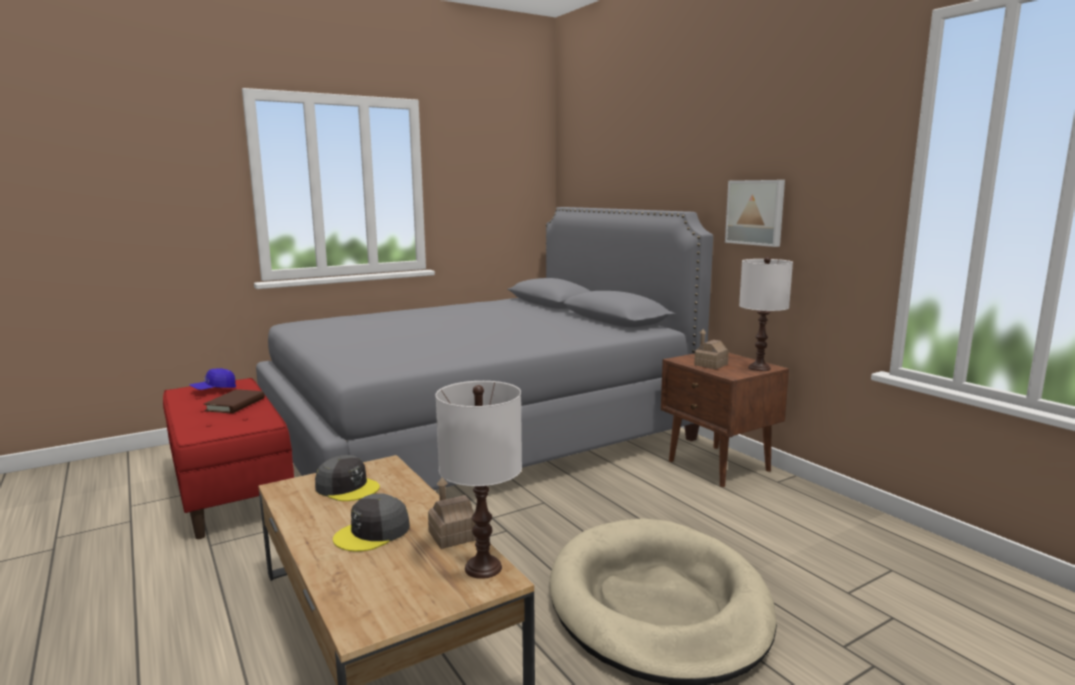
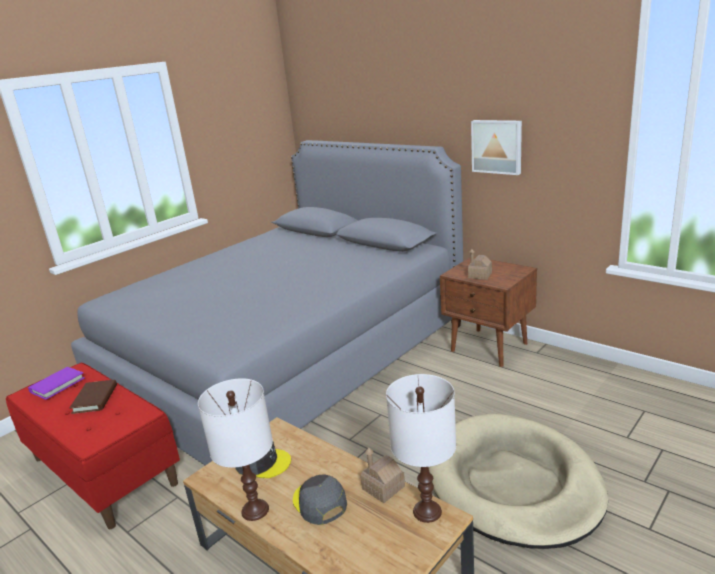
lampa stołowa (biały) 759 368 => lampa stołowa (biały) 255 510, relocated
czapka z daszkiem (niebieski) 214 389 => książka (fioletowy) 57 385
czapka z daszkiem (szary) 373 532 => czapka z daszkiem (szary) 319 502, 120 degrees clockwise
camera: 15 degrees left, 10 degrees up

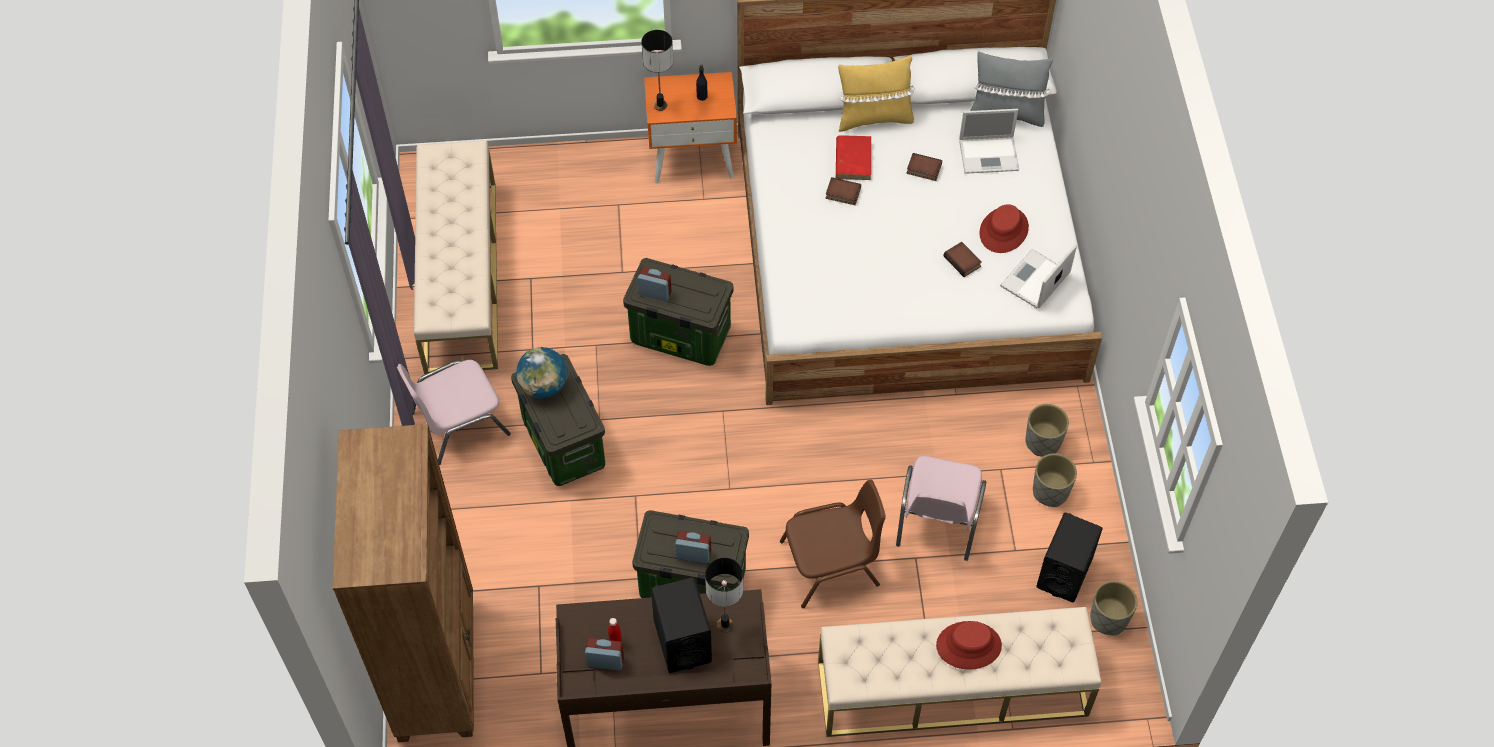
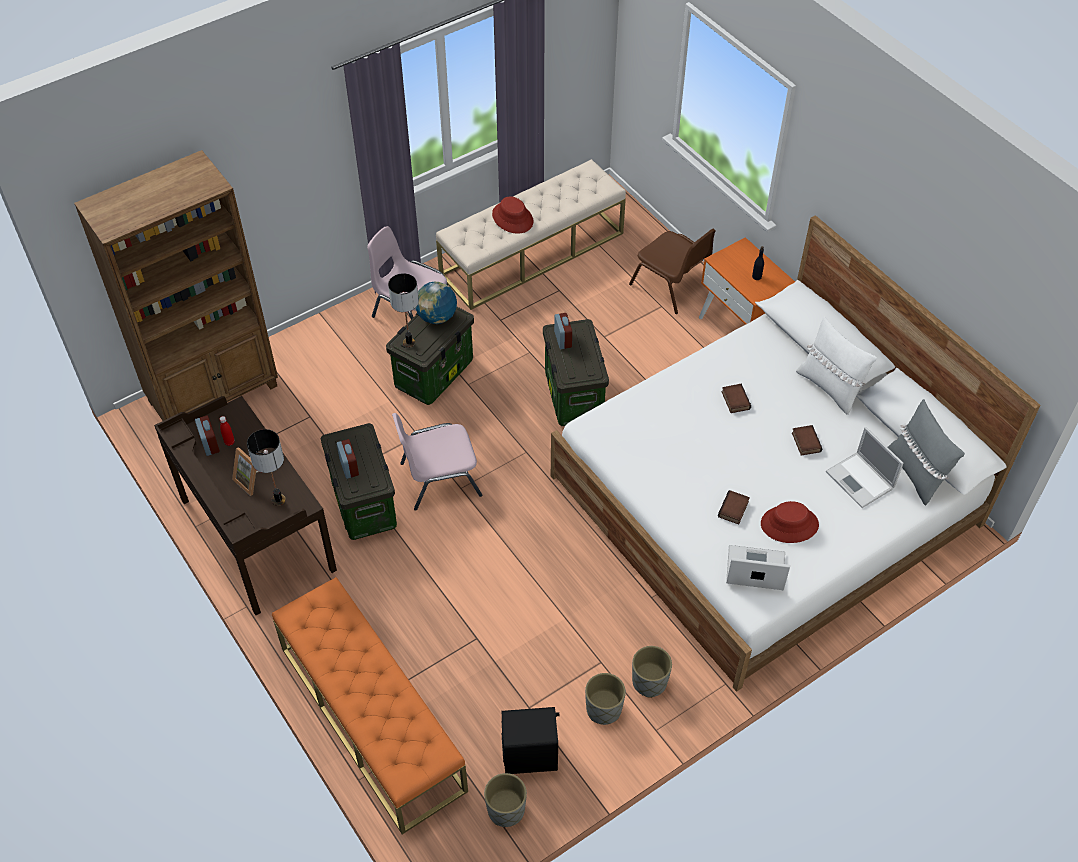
książka (czerwony) 853 159 => nothing
lampa stołowa 660 105 => lampa stołowa 409 343, relocated
krzesło (brązowy) 831 564 => krzesło (brązowy) 671 285, relocated
krzesło (różowy) 937 520 => krzesło (różowy) 439 478, relocated
kapelusz (czerwony) 968 645 => kapelusz (czerwony) 513 218, relocated
głośnik (czarny) 682 641 => ramka na zdjęcie 251 480
ławka (beżowy) 951 688 => ławka (pomarańczowy) 371 718
poduszka (żółty) 874 118 => poduszka (biały) 829 387
camera: 60 degrees right, 5 degrees down

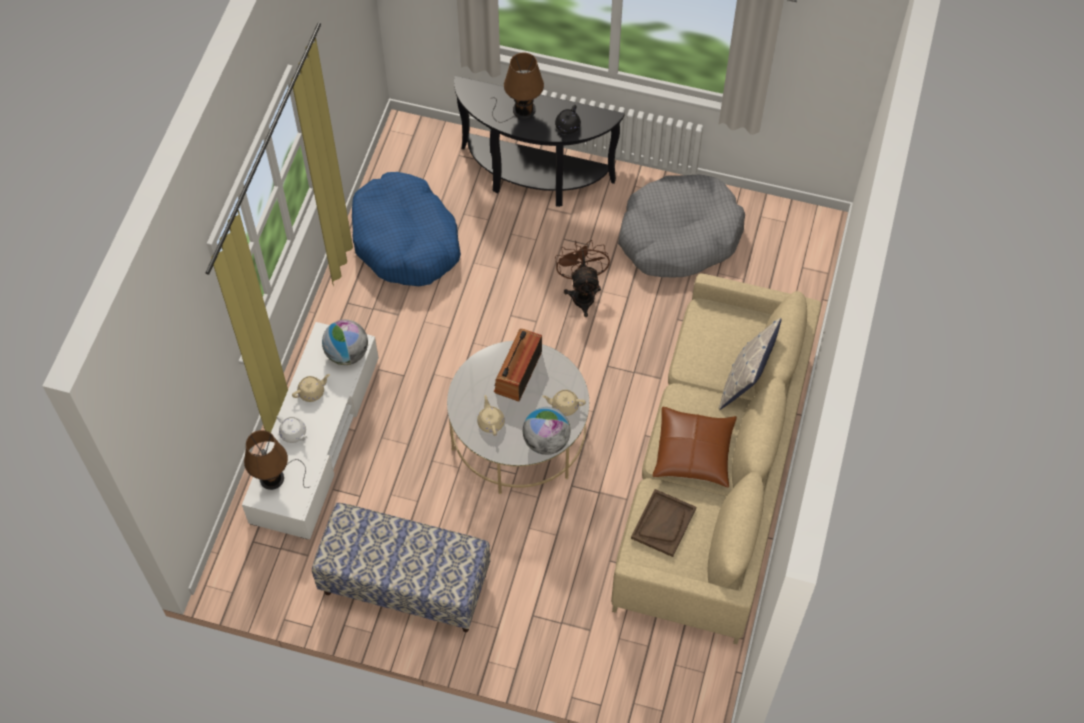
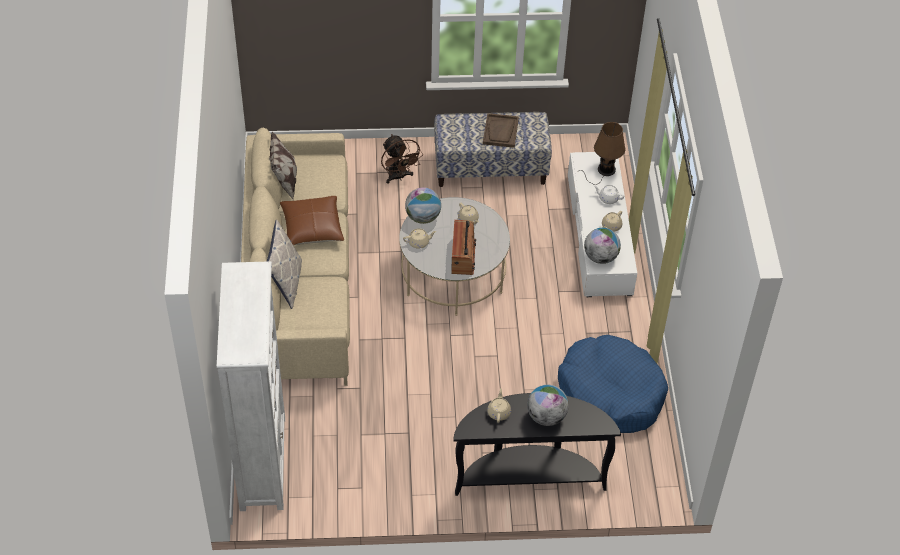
legowisko (szary) 679 236 => nothing
nothing => regał (biały) 263 462
nothing => poduszka 284 183
wentylator (brązowy) 582 293 => wentylator (brązowy) 399 177, relocated
taca (brązowy) 663 523 => taca (brązowy) 500 131, relocated
lampa stołowa (brązowy) 521 110 => globus 546 416
imbryk (czarny) 567 127 => imbryk (beżowy) 499 412
camera: 160 degrees right, 10 degrees down

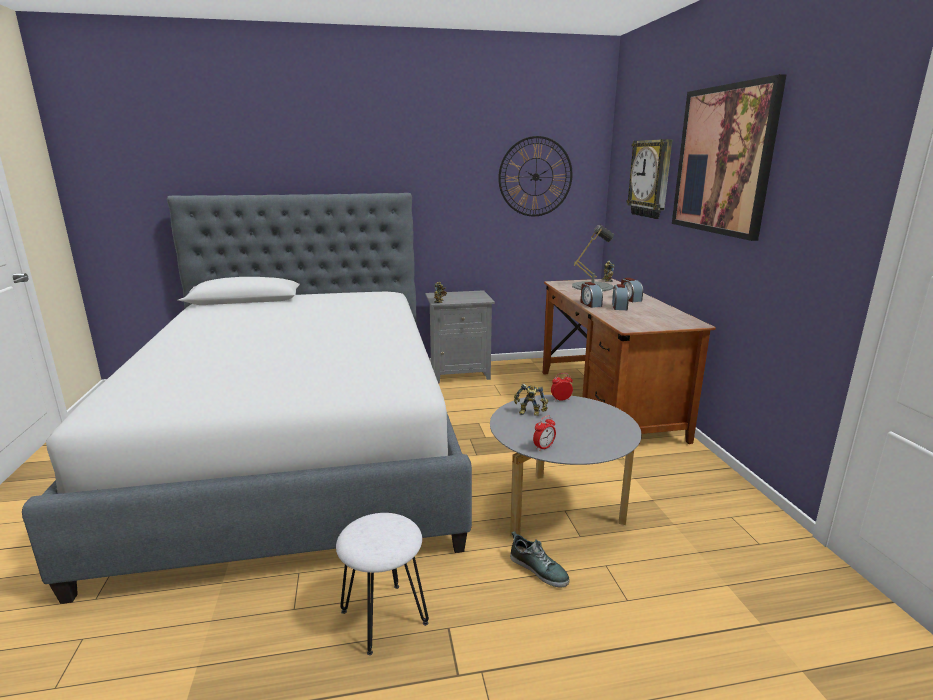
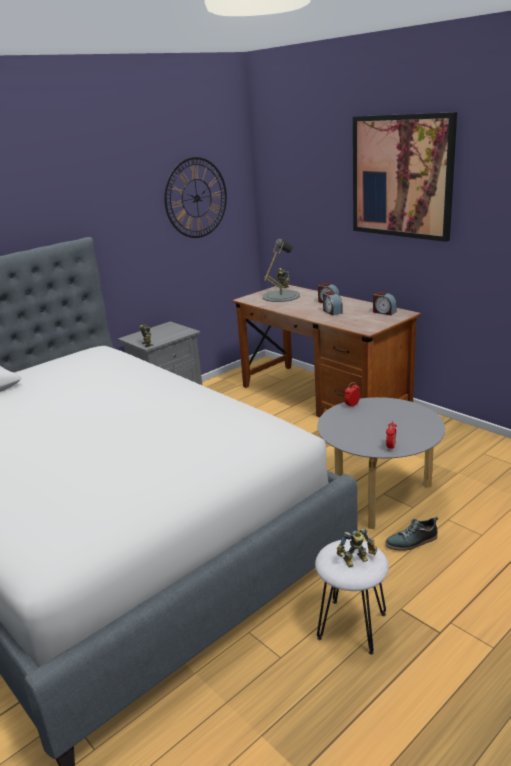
zegar ścienny 651 179 => nothing
robot zabawkowy 530 413 => robot zabawkowy 357 561, relocated
budzik 590 304 => budzik 384 312, relocated
but 539 569 => but 412 541, 150 degrees clockwise
camera: 30 degrees left, 5 degrees up

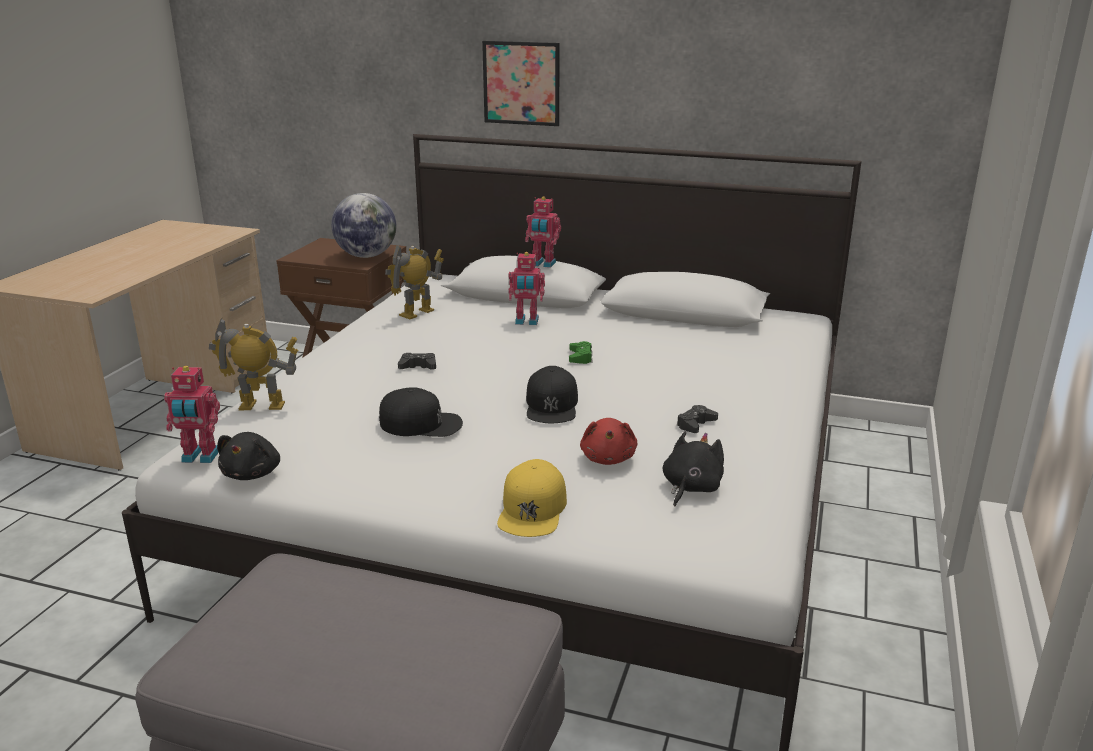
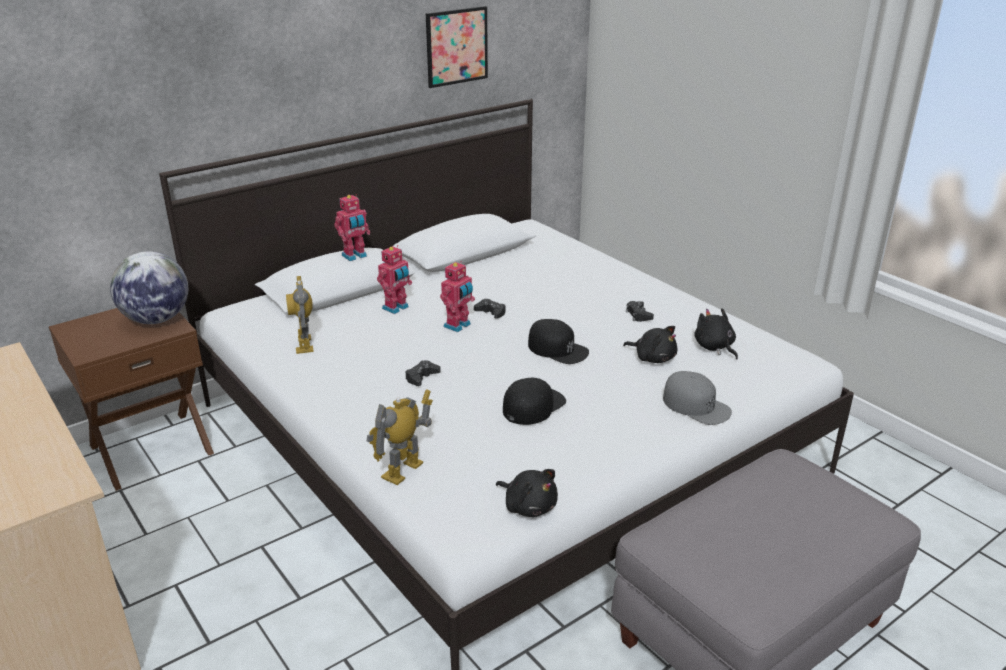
robot zabawkowy 200 457 => robot zabawkowy 458 326, relocated
obraz 521 83 => obraz 456 46, relocated
czapka z daszkiem (żółty) 532 509 => czapka z daszkiem (szary) 696 405
pad do gier (zielony) 580 357 => pad do gier (czarny) 491 312
pluszak (czerwony) 608 458 => pluszak (czarny) 653 358
camera: 55 degrees left, 5 degrees up

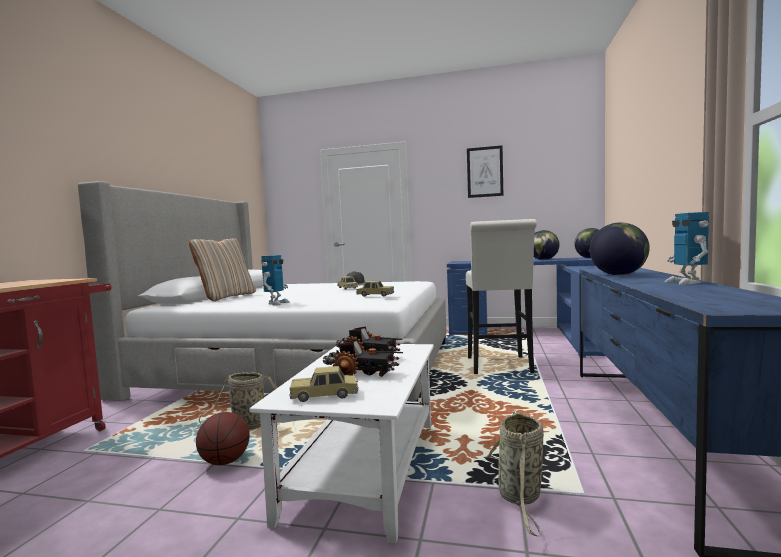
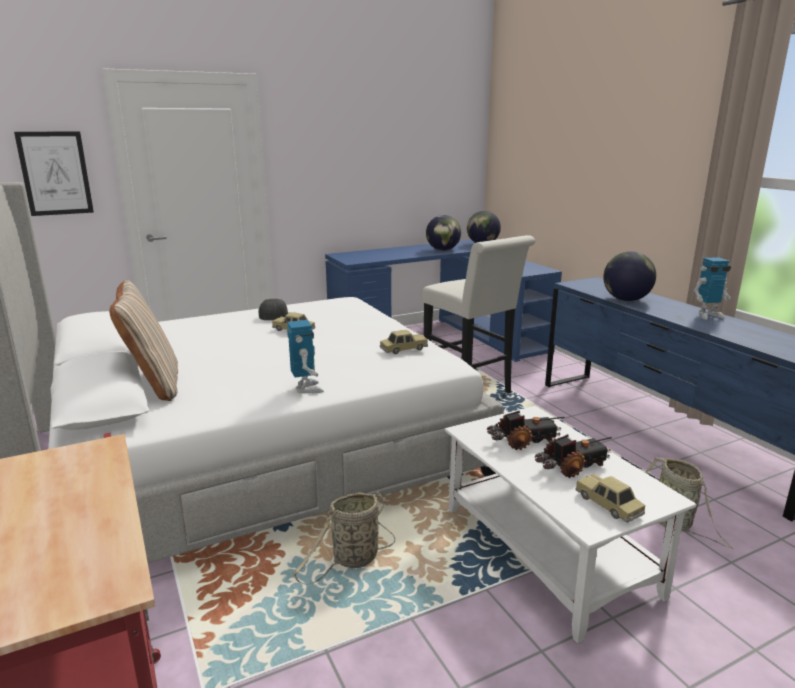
piłka do koszykówki 225 462 => nothing
obraz 485 172 => obraz 55 173, relocated
samochodzik 325 395 => samochodzik 608 505, 105 degrees clockwise
robot zabawkowy 686 282 => robot zabawkowy 707 315, 60 degrees counterclockwise
camera: 40 degrees left, 15 degrees up

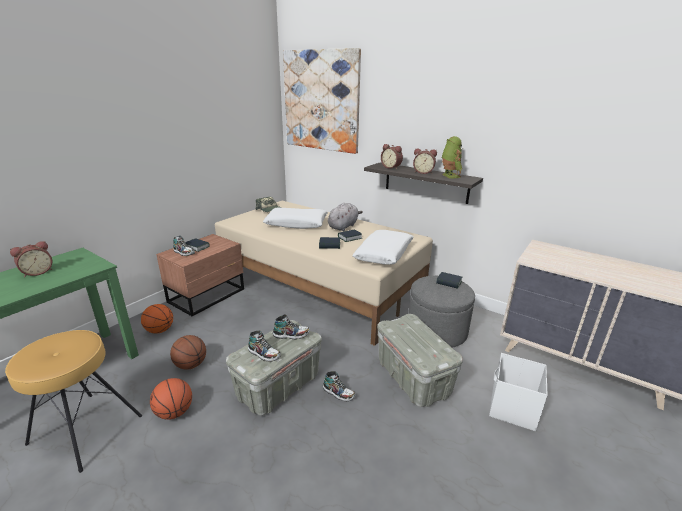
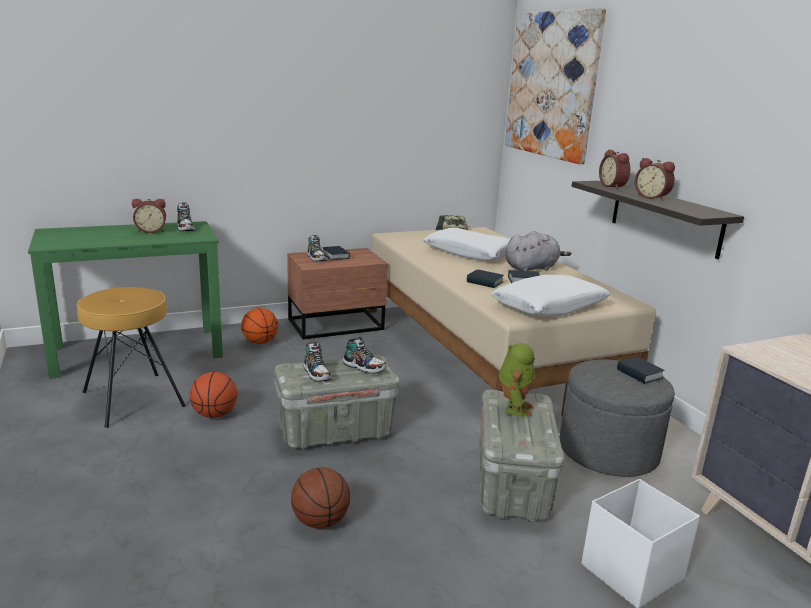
piłka do koszykówki 190 365 => piłka do koszykówki 320 521, relocated
but 338 393 => but 185 228, relocated
robot zabawkowy 449 176 => robot zabawkowy 514 408, relocated
camera: 30 degrees right, 5 degrees down

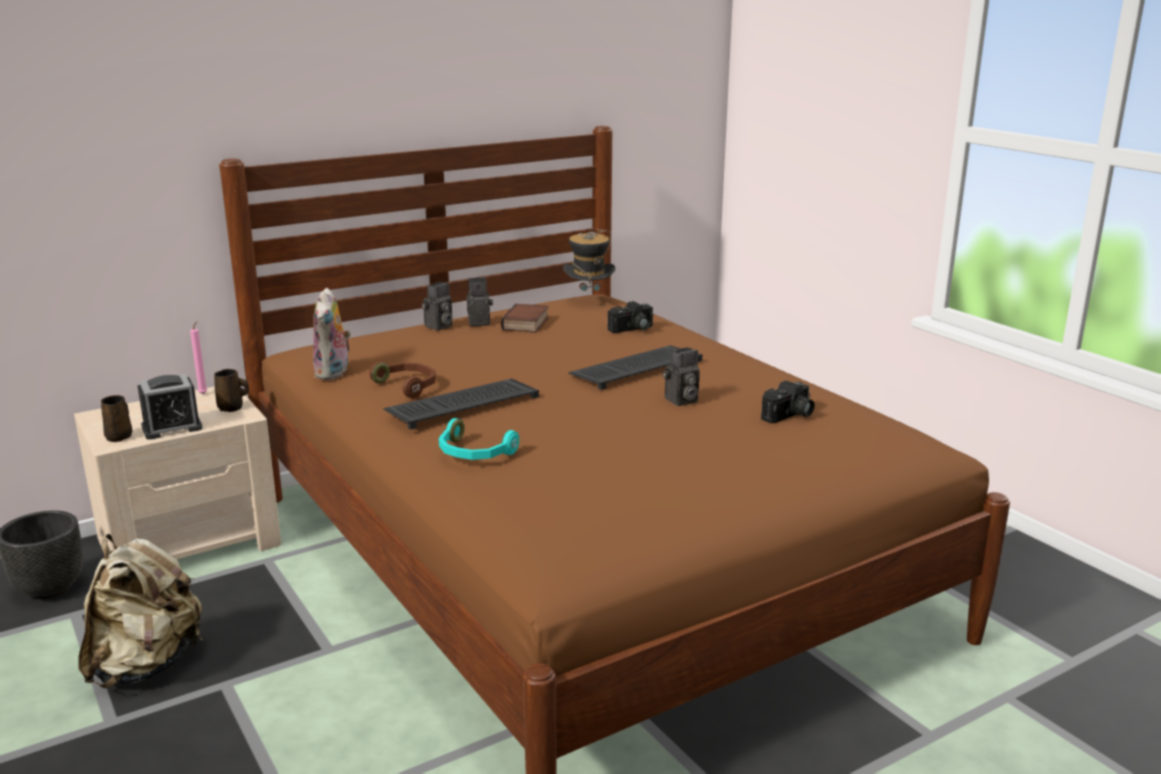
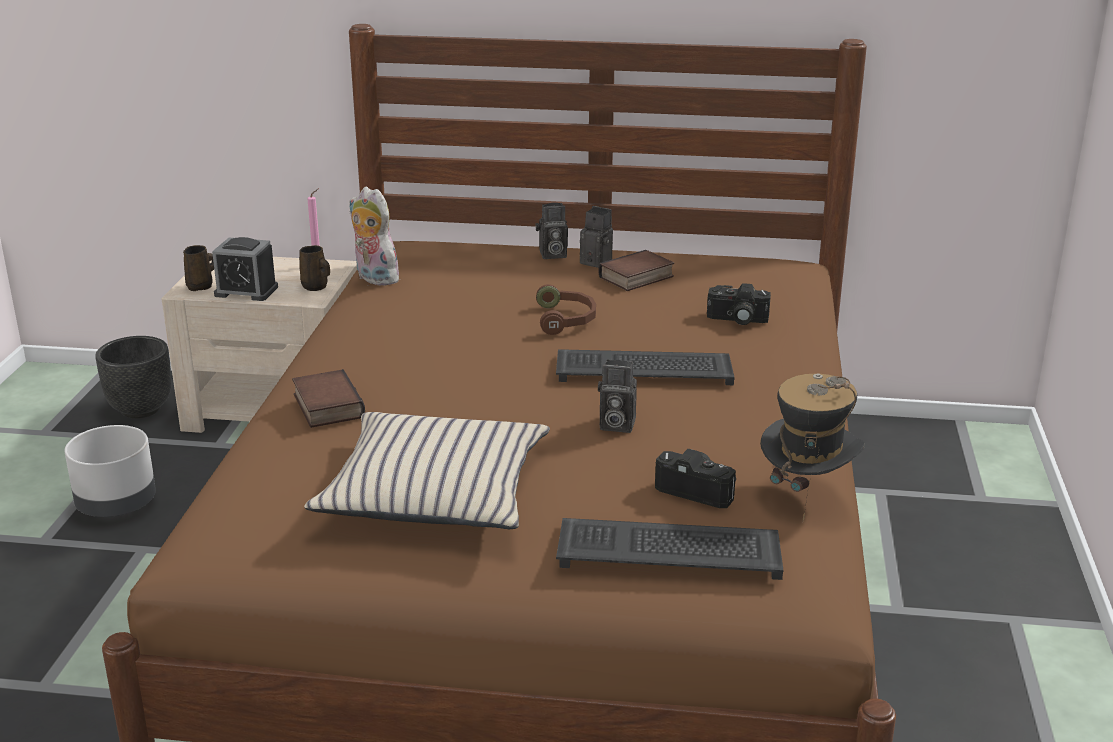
nothing => poduszka (beżowy) 435 492
słuchawki (brązowy) 408 386 => słuchawki (brązowy) 566 320, relocated
klawiatura 463 404 => klawiatura 671 550, relocated
kapelusz 589 300 => kapelusz 807 494, relocated
plecak (beżowy) 146 665 => donica (szary) 117 505
słuchawki (turkusowy) 473 453 => książka 325 406
pluszak 334 373 => pluszak 373 278, 90 degrees clockwise
aparat fotograficzny 789 416 => aparat fotograficzny 698 489, 150 degrees counterclockwise
camera: 40 degrees right, 5 degrees up

